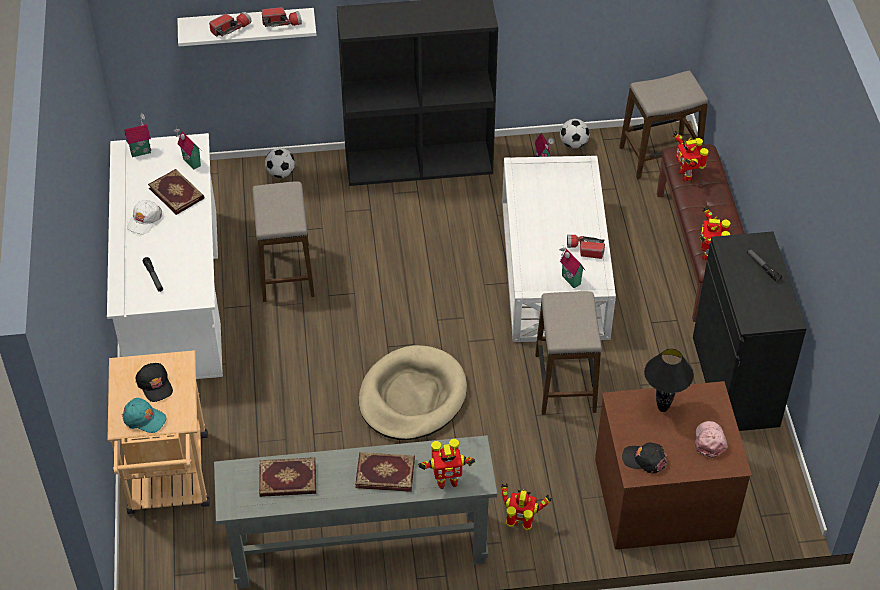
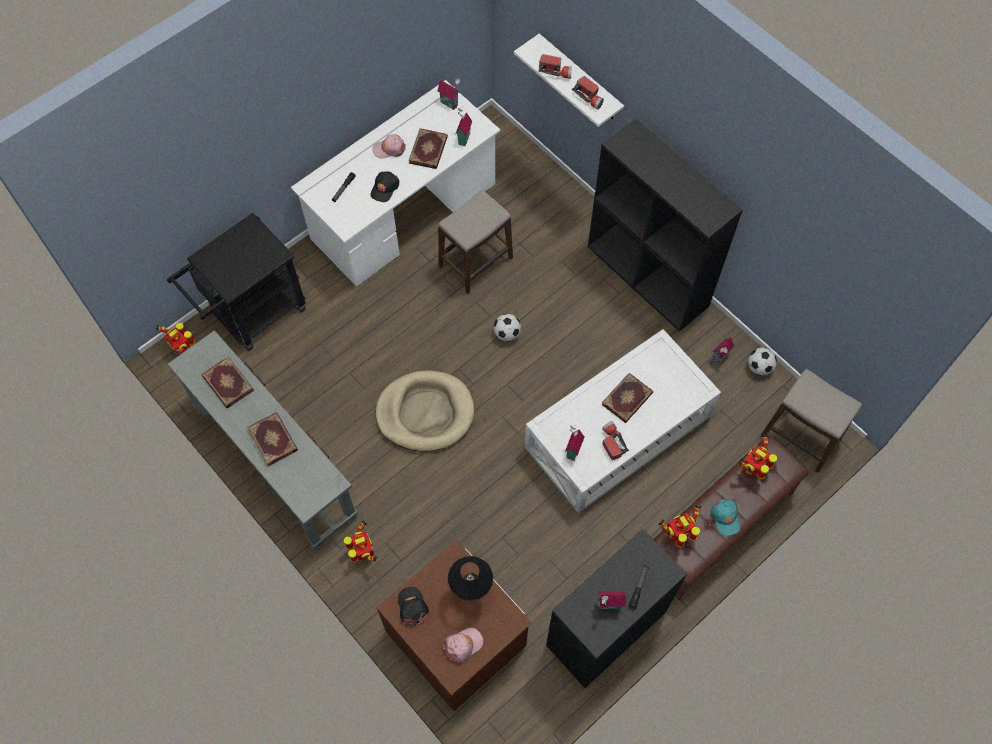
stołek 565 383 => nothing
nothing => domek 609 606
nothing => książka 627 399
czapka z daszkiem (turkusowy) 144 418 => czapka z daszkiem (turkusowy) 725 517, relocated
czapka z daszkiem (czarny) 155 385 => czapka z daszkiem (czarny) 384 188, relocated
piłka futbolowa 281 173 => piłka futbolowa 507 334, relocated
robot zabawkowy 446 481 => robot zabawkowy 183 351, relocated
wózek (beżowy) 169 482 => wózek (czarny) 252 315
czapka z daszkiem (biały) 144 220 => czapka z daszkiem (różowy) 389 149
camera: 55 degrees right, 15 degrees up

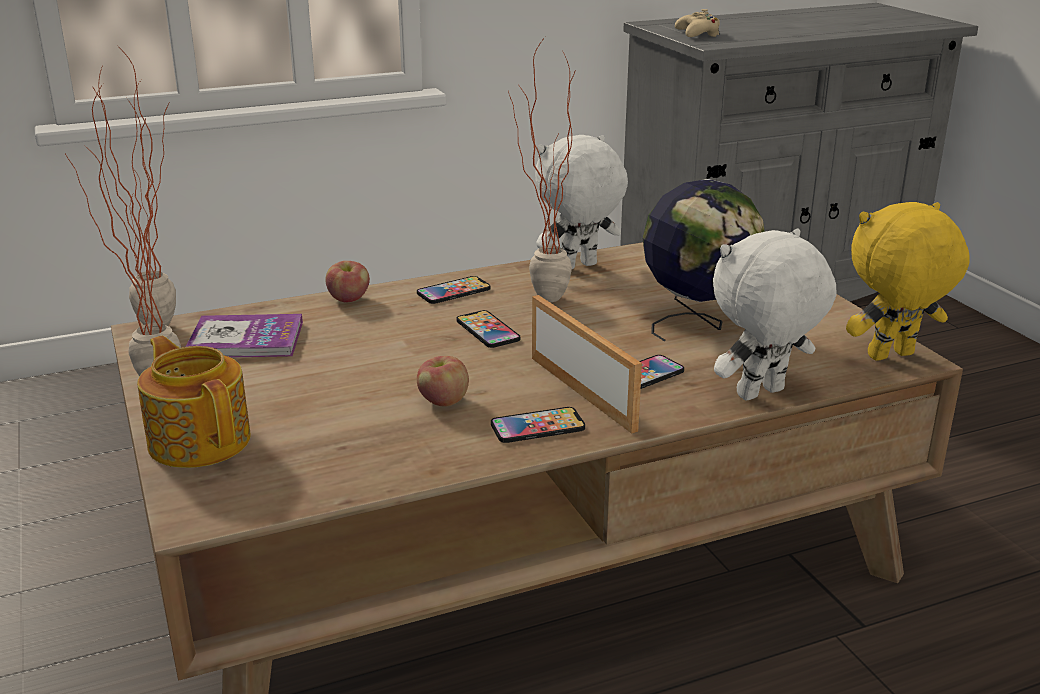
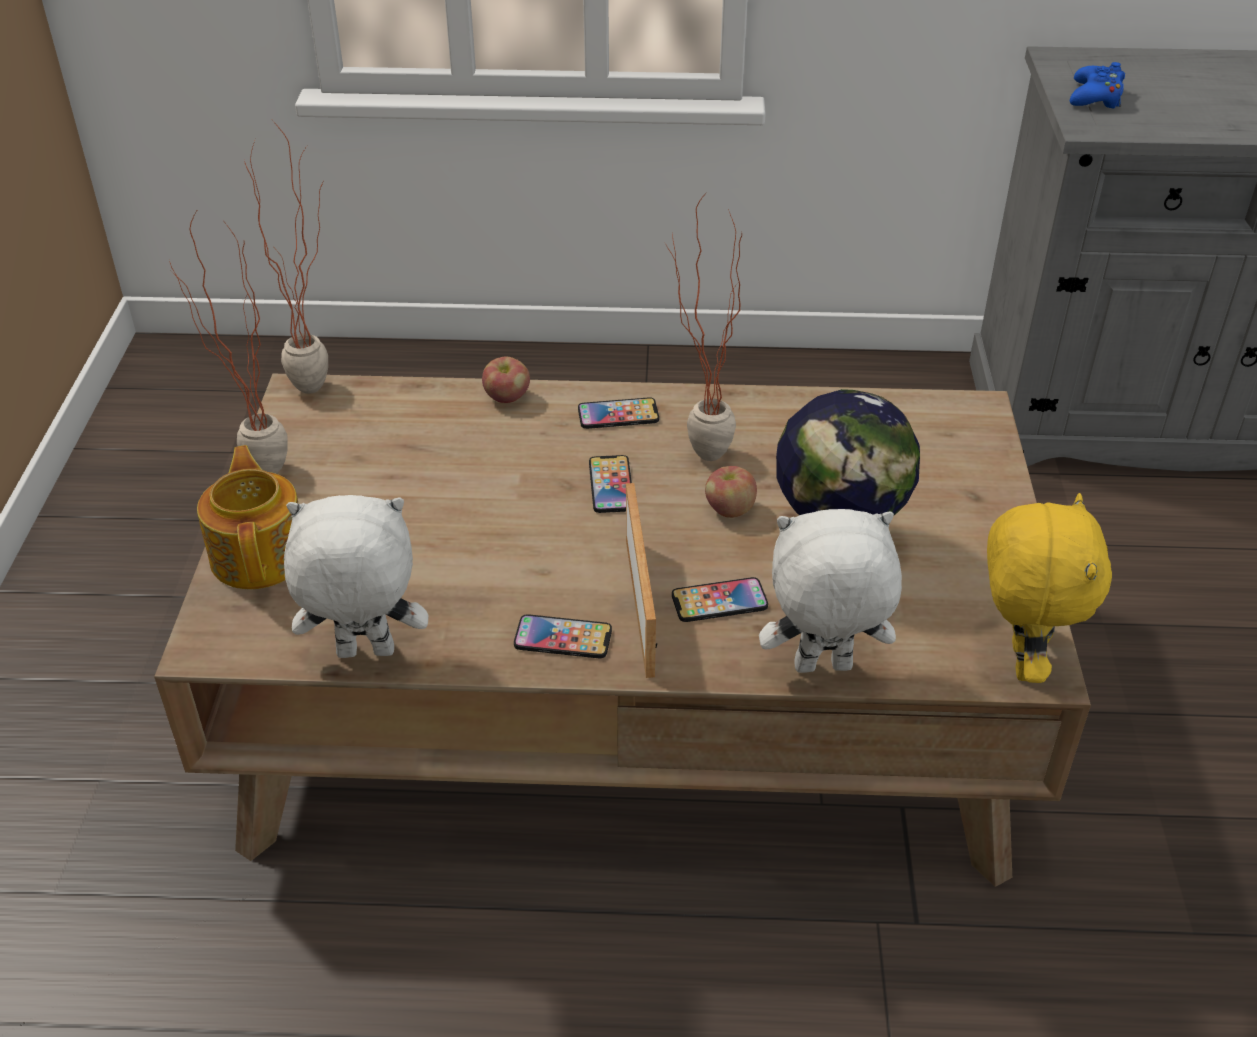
książka 246 340 => nothing
jabłko 443 401 => jabłko 729 509, relocated
pluszak (biały) 578 267 => pluszak (biały) 364 654, relocated
pad do gier (beżowy) 697 34 => pad do gier (niebieski) 1095 97
pluszak (żółty) 891 357 => pluszak (żółty) 1019 661, 90 degrees clockwise
camera: 25 degrees right, 15 degrees up

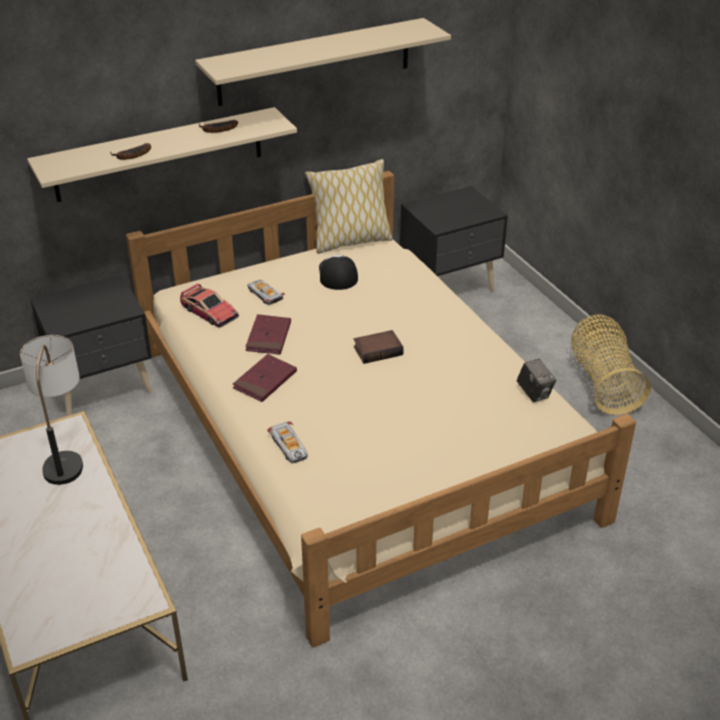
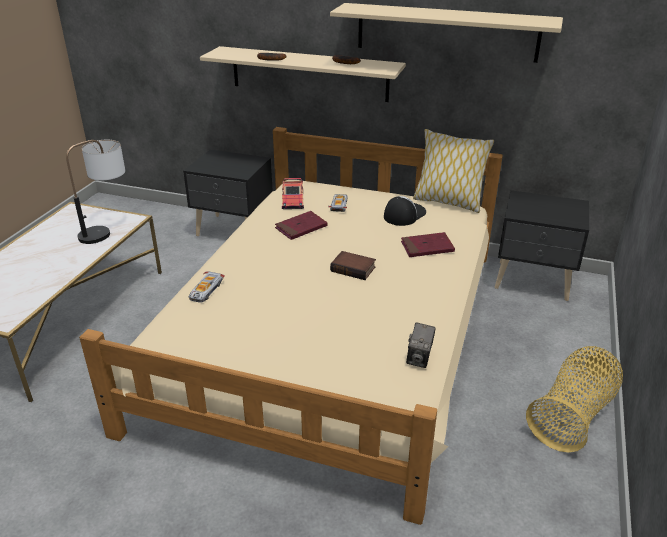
książka (czerwony) 265 380 => książka (czerwony) 427 247, relocated
camera: 45 degrees right, 5 degrees down

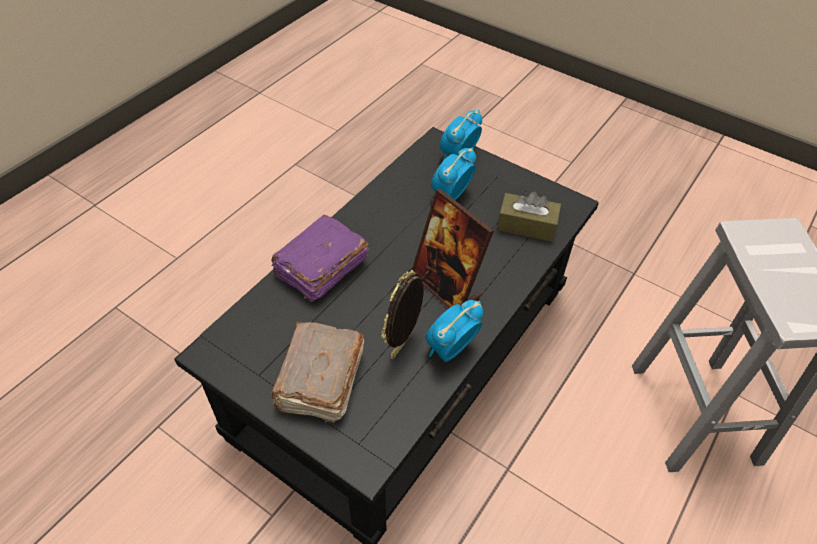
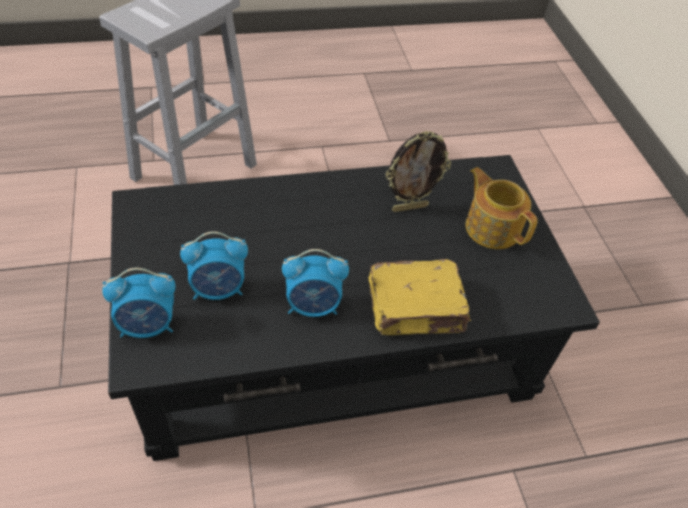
ramka na zdjęcie 446 287 => nothing
pudełko chusteczek (brązowy) 526 225 => nothing
budzik 450 349 => budzik 313 306, relocated
książka (brązowy) 319 381 => imbryk 492 227
książka (fioletowy) 320 269 => książka (żółty) 416 309
camera: 140 degrees left, 0 degrees up

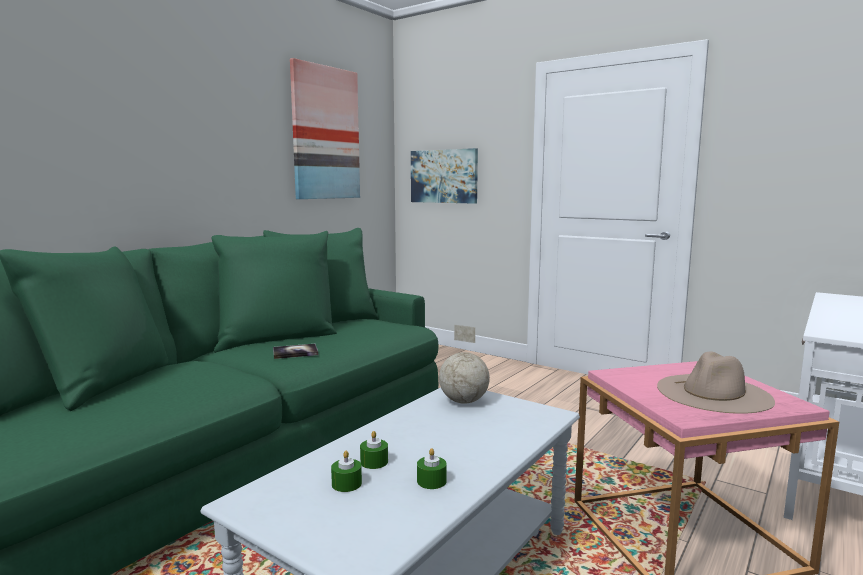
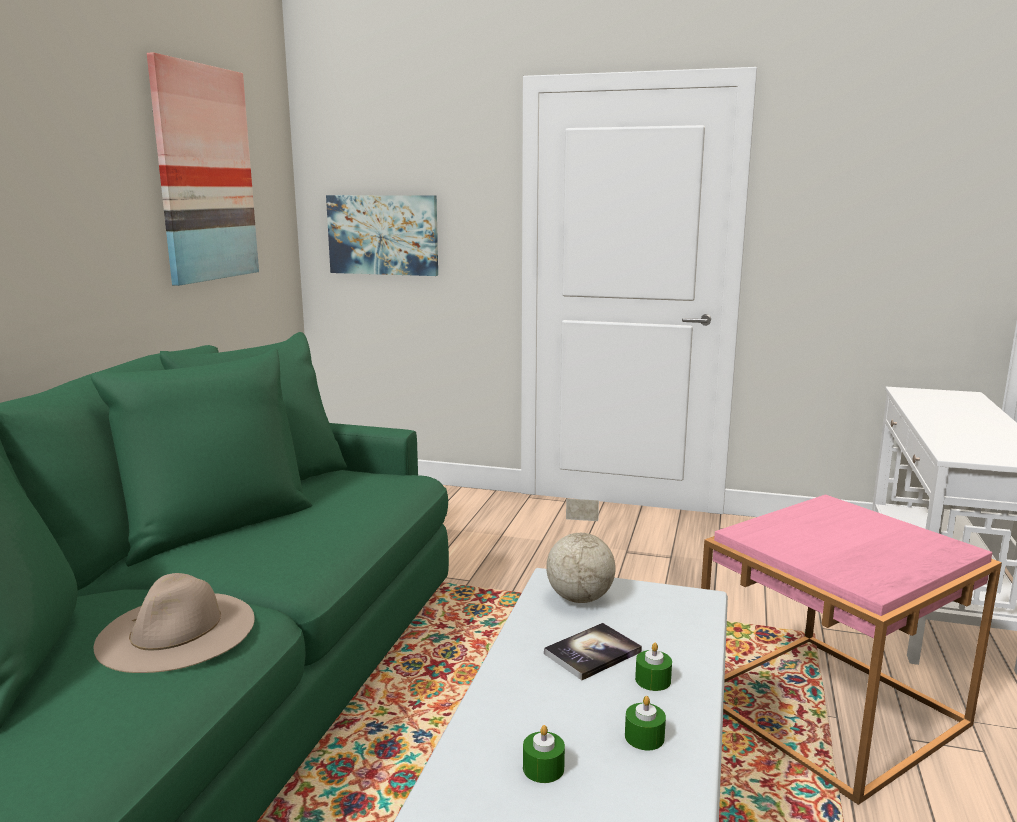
książka 295 352 => książka 592 653, relocated
świeca (zielony) 374 462 => świeca (zielony) 653 680, relocated
kapelusz (beżowy) 714 393 => kapelusz (beżowy) 177 631, relocated
camera: 20 degrees left, 5 degrees up

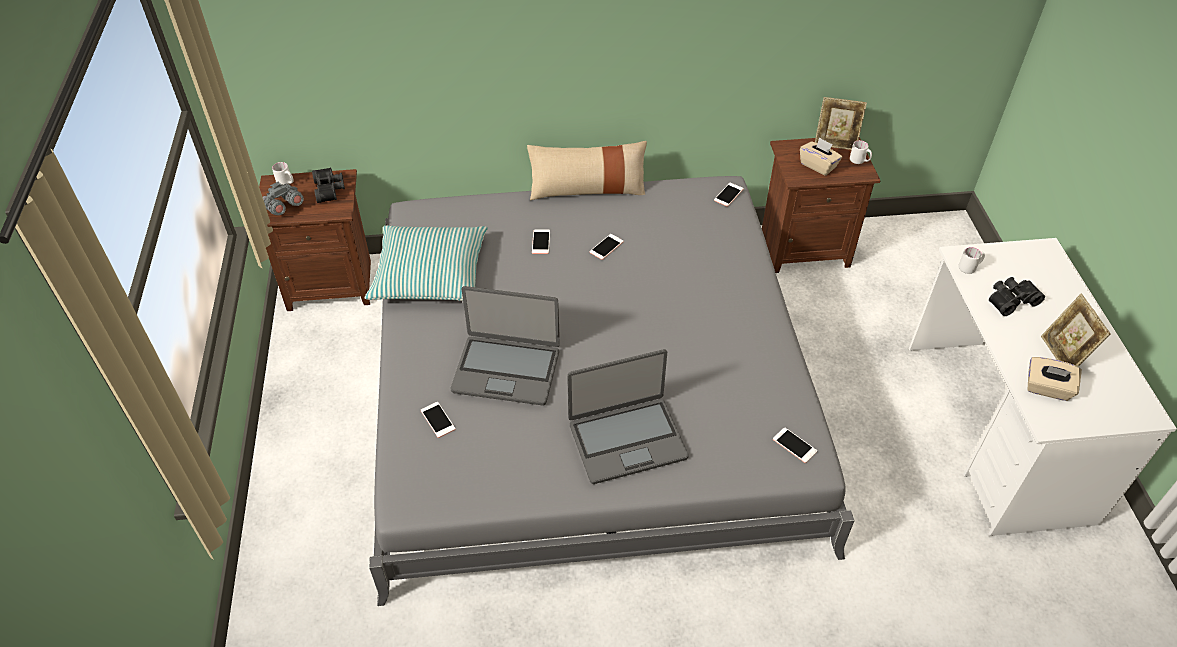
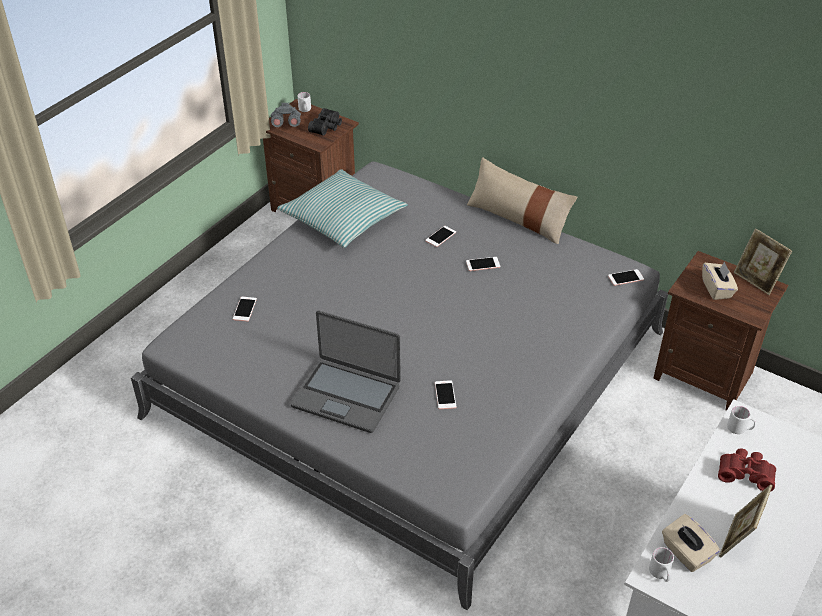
laptop 506 370 => nothing
telefon 794 445 => telefon 445 395, relocated
kubek (biały) 859 161 => kubek (biały) 660 574, relocated
lornetka (czarny) 1010 300 => lornetka (czerwony) 745 473
camera: 40 degrees right, 5 degrees down

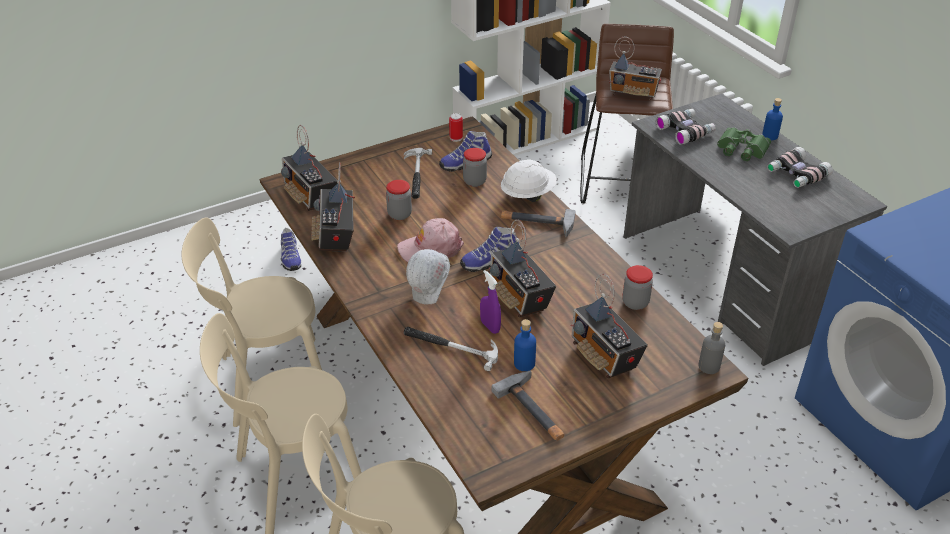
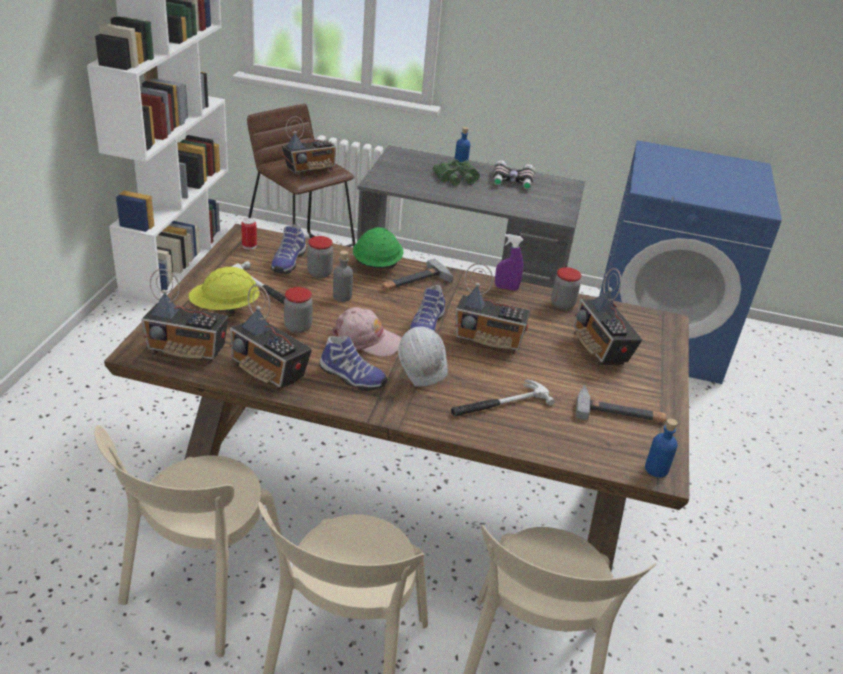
lornetka 686 131 => nothing
nothing => kask (żółty) 225 309
but 290 258 => but 351 378, relocated
spryskiwacz (fioletowy) 490 326 => spryskiwacz (fioletowy) 506 288, relocated
butelka (niebieski) 524 363 => butelka (niebieski) 656 469, relocated
butelka (szary) 709 366 => butelka (szary) 342 296, relocated
kask (biały) 527 195 => kask (zielony) 376 265
czapka z daszkiem (różowy) 430 248 => czapka z daszkiem (różowy) 366 340, 105 degrees counterclockwise
radio 604 356 => radio 600 349, 60 degrees clockwise
camera: 50 degrees left, 5 degrees down

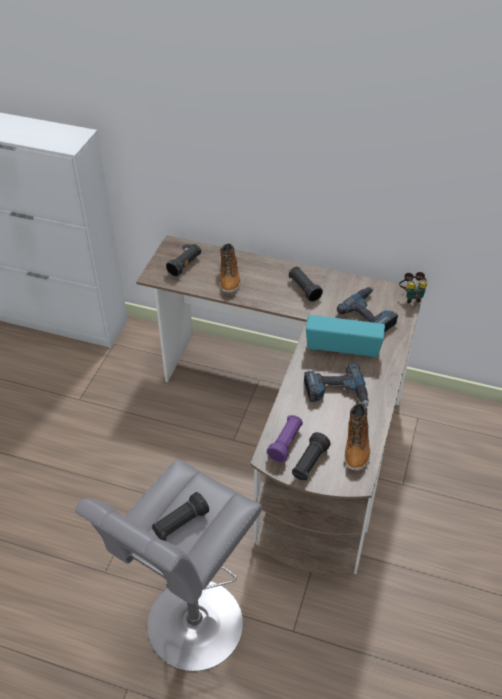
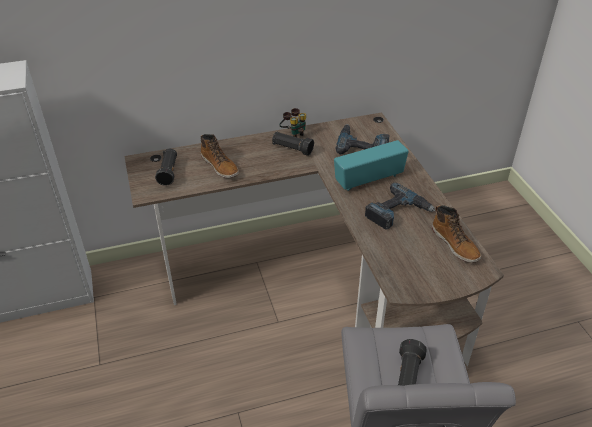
latarka (fioletowy) 286 443 => nothing
latarka (czarny) 309 463 => nothing
lornetka 411 296 => lornetka 293 134, relocated
camera: 35 degrees left, 5 degrees down

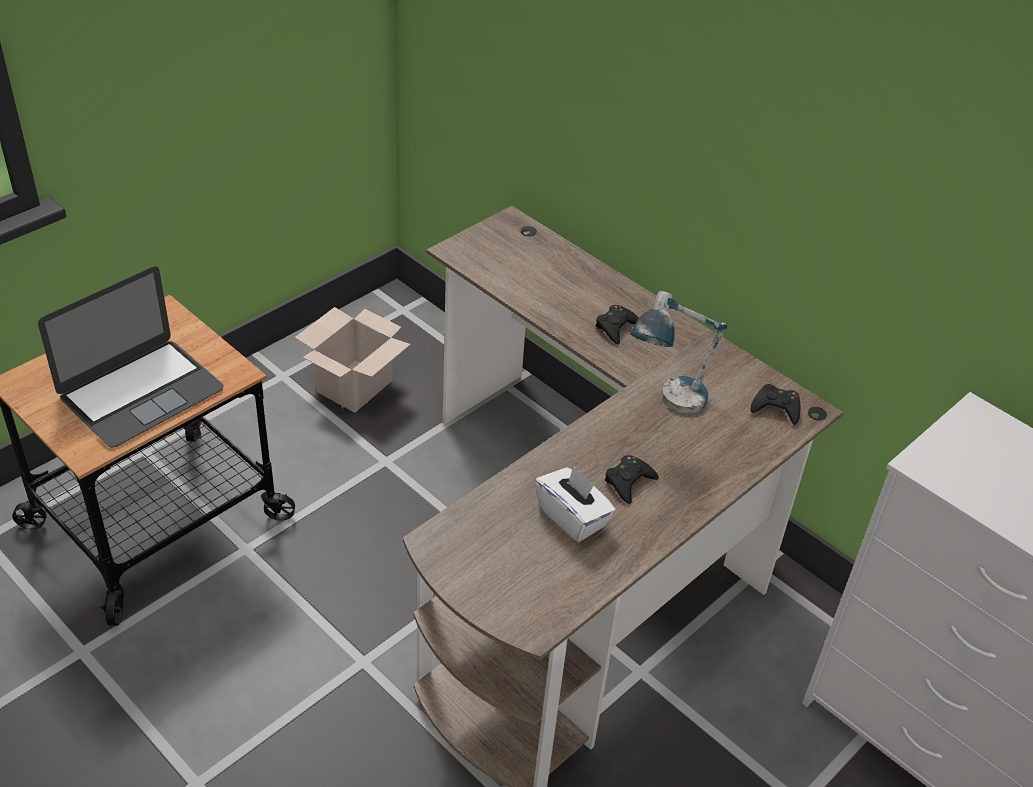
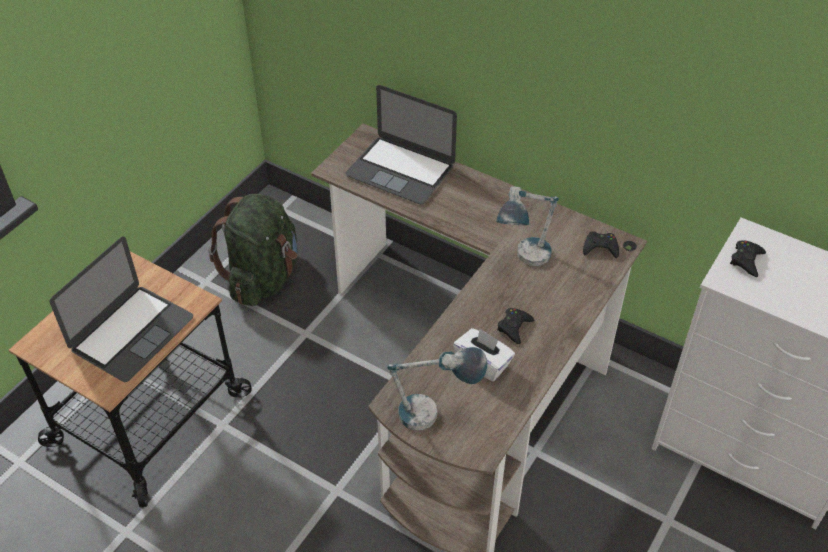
nothing => laptop 400 170
nothing => lampa stołowa 435 416
pad do gier (czarny) 616 327 => pad do gier (czarny) 746 260, relocated
karton 354 385 => plecak (zielony) 263 277
camera: 10 degrees left, 5 degrees up

